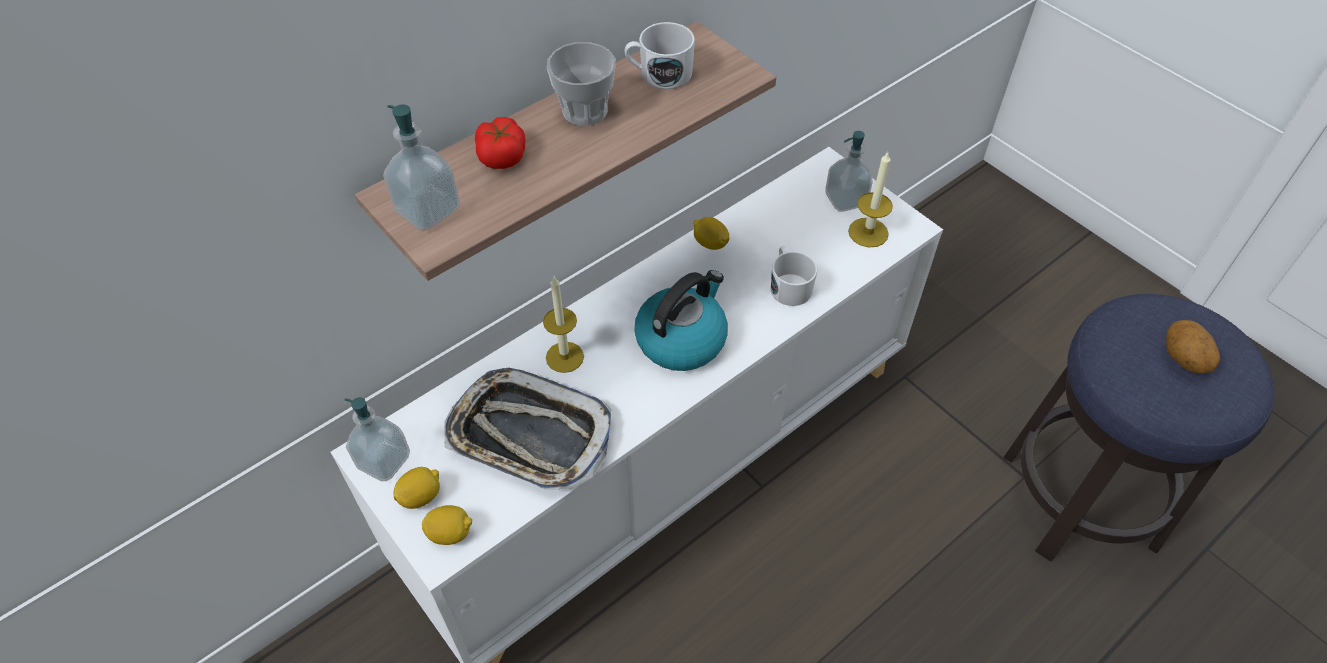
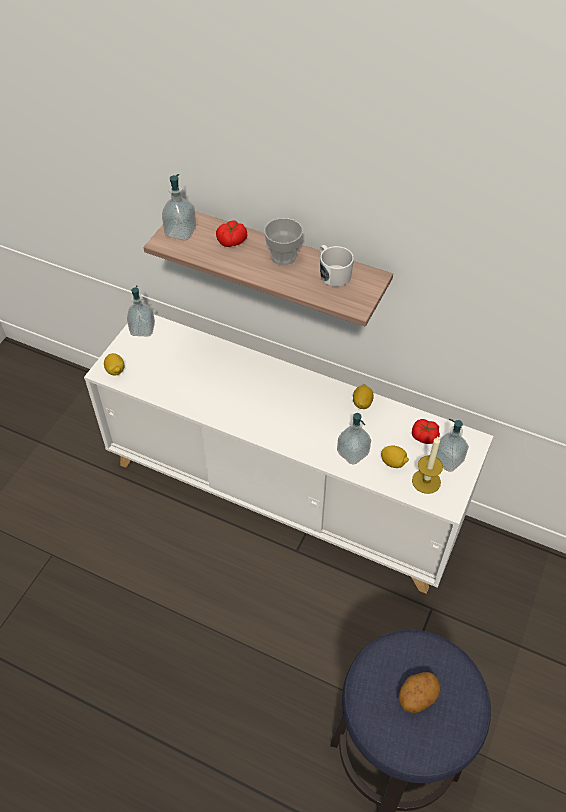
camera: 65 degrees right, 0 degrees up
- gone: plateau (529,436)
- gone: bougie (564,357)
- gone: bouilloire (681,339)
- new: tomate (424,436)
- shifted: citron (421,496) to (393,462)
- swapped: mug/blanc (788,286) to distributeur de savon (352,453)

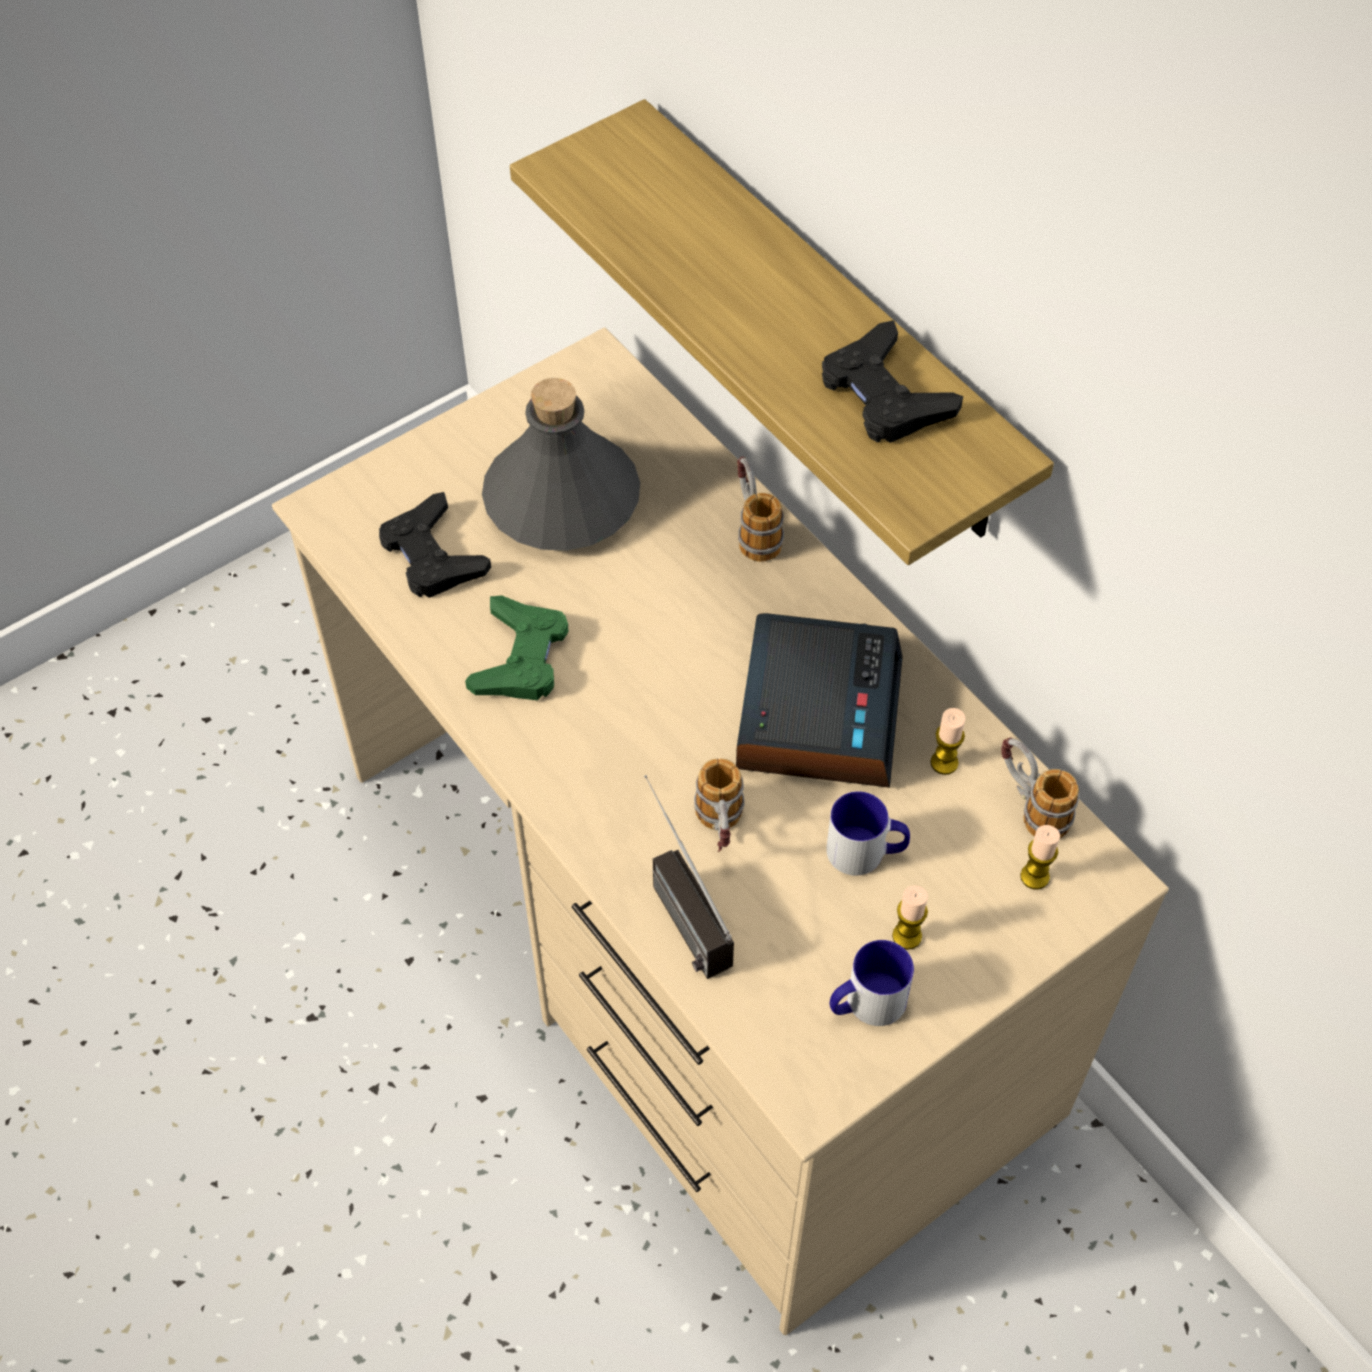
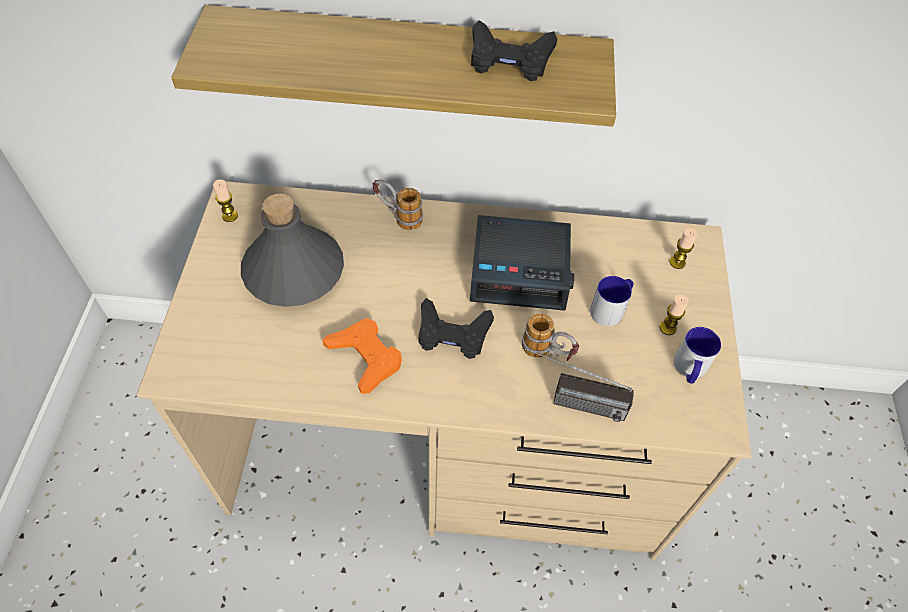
camera: 50 degrees left, 0 degrees up
- gone: mug (1029,806)
- shifted: manette/noir (432,555) to (452,333)
- shifted: bougie (944,762) to (230,216)
- repainted: manette/vert (520,657) to manette/orange (365,357)
- rotated: réveil (817,712) = (520,269) 135 degrees clockwise

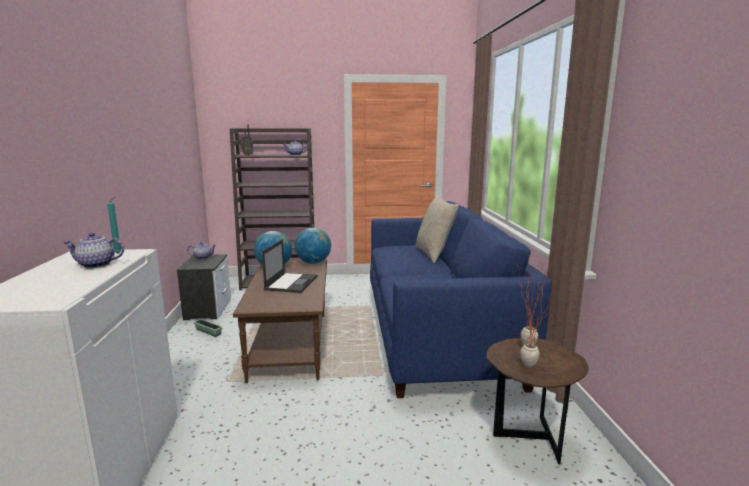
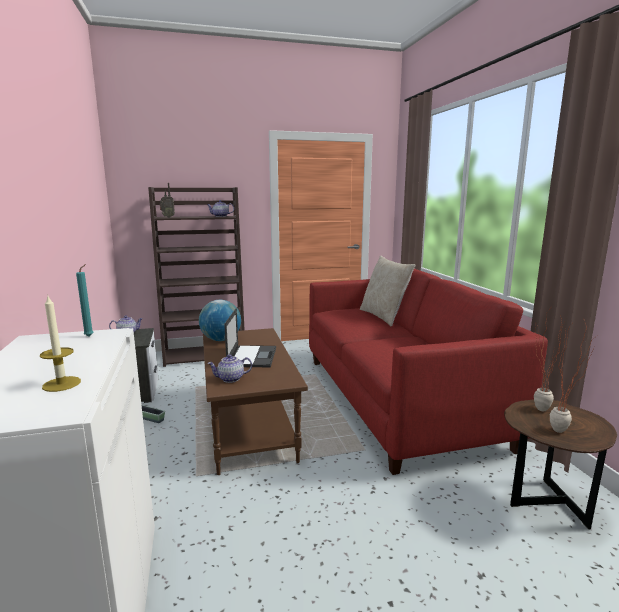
camera: 10 degrees left, 0 degrees up
- gone: globe (313,263)
- new: bougie (61,384)
- shifted: théière (96,265) to (230,379)
- repainted: canapé/bleu (436,333) to canapé/rouge (395,398)

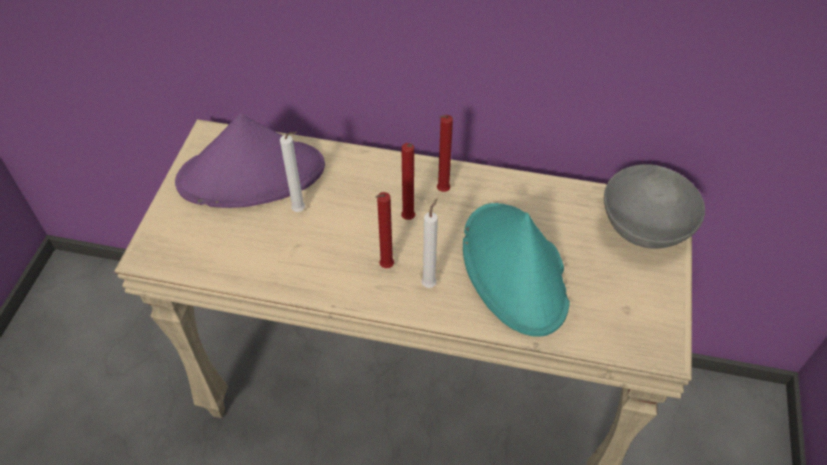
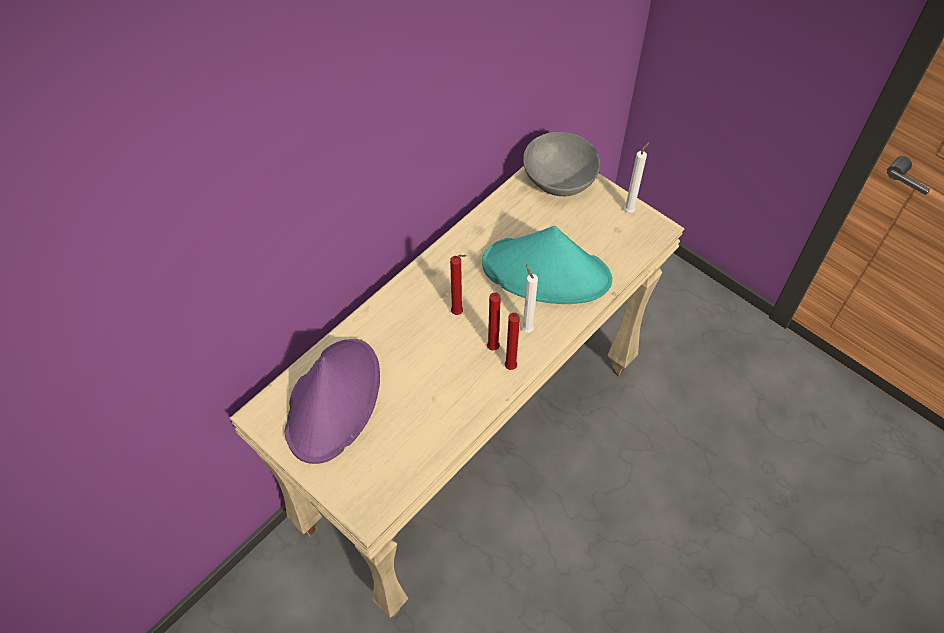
camera: 60 degrees left, 5 degrees up
- shifted: bougie/blanc (301,211) to (630,210)
- shifted: bougie/rouge (441,192) to (511,369)

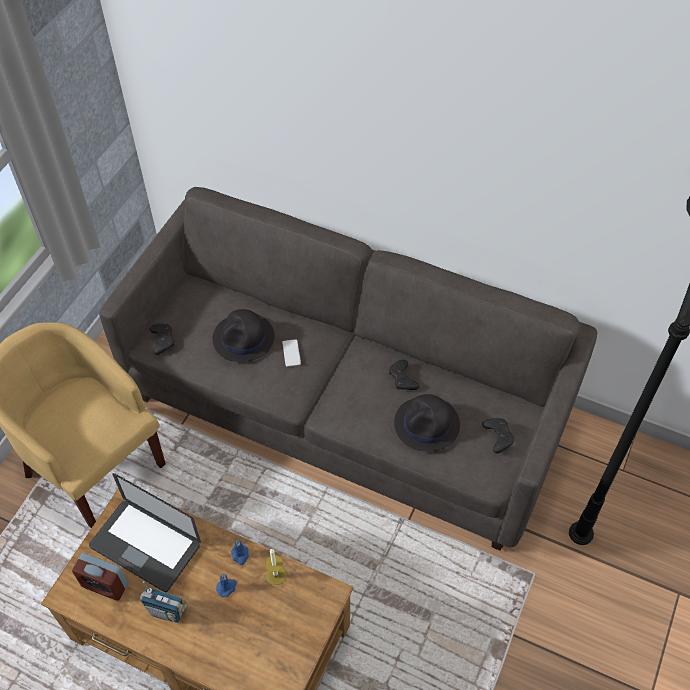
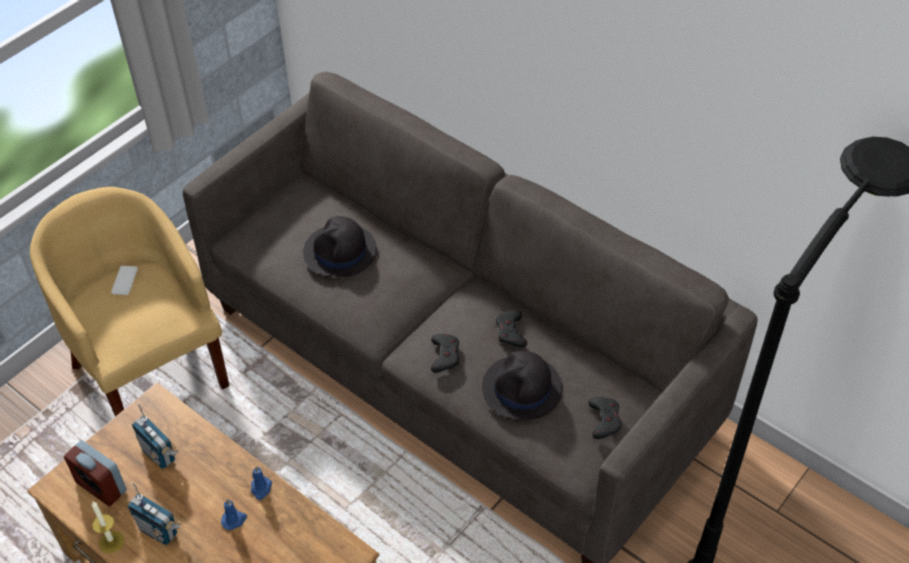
camera: 15 degrees right, 5 degrees down
- shifted: manette/noir (162,340) to (445,355)
- shifted: bougie (275,575) to (111,542)
- shifted: téléphone (291,353) to (124,281)
- swapped: ordinateur portable (145,545) to radio (159,454)

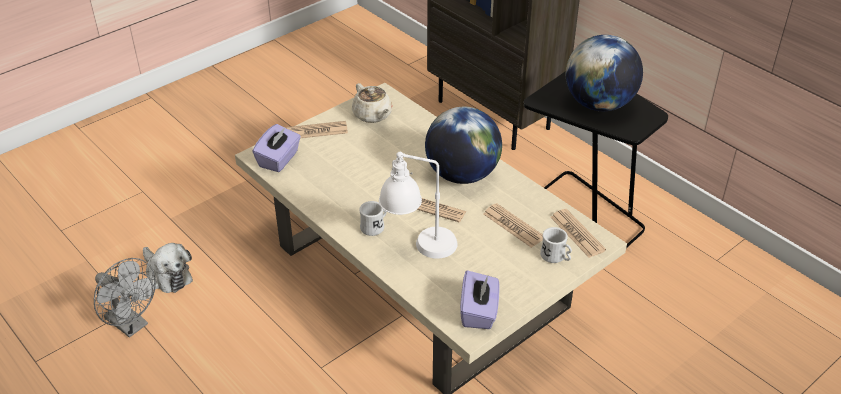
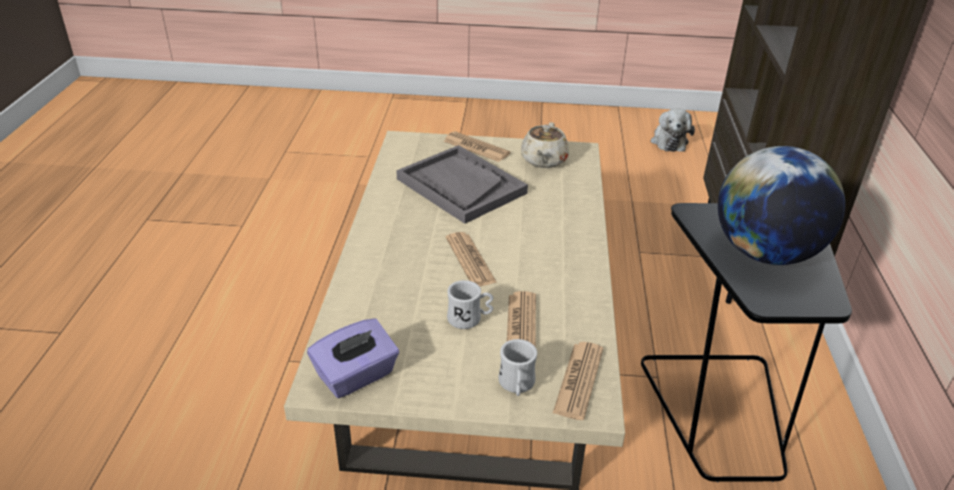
camera: 45 degrees right, 5 degrees down
- gone: ventilateur/gris (131,325)
- gone: boîte à mouchoirs/violet (279,159)
- gone: lampe de table/blanc (418,247)
- gone: globe (462,175)
- new: plateau/gris (460,186)
- shifted: peluche (167,275) to (669,141)
- shifted: mug/blanc (375,226) to (469,319)

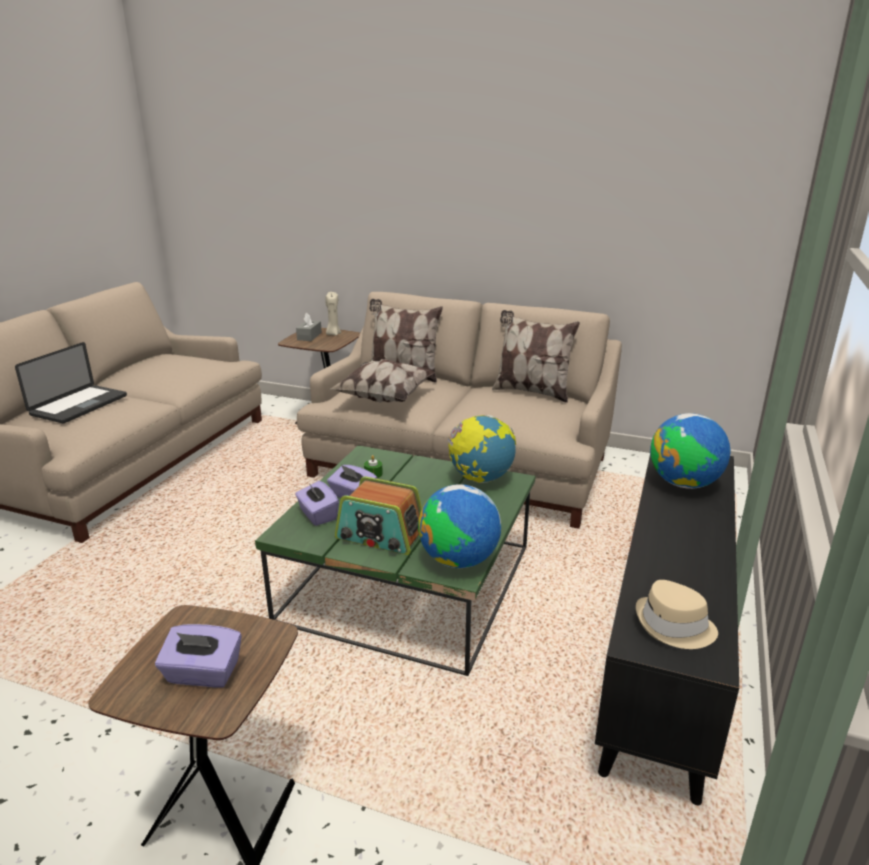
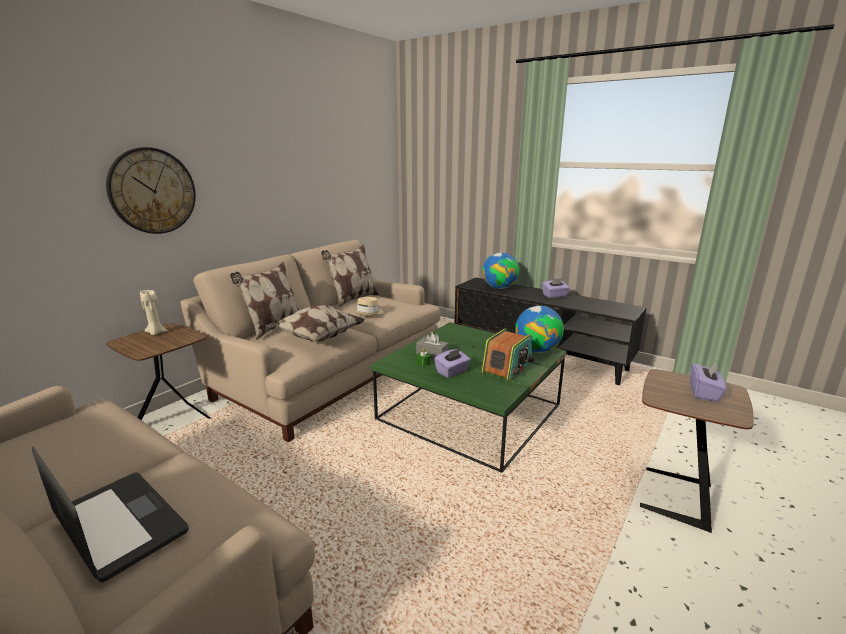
camera: 75 degrees left, 5 degrees down
- gone: globe (481,479)
- new: horloge murale (152,191)
- shifted: boîte à mouchoirs/violet (317,515) to (554,296)
- shifted: boîte à mouchoirs/gris (309,336) to (432,354)
- shifted: chapeau/beige (674,626) to (369,312)

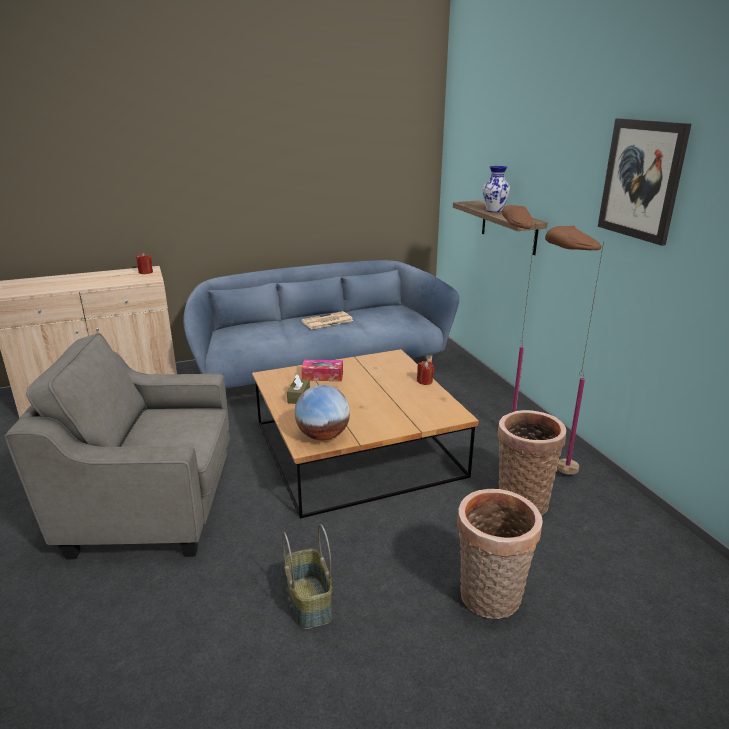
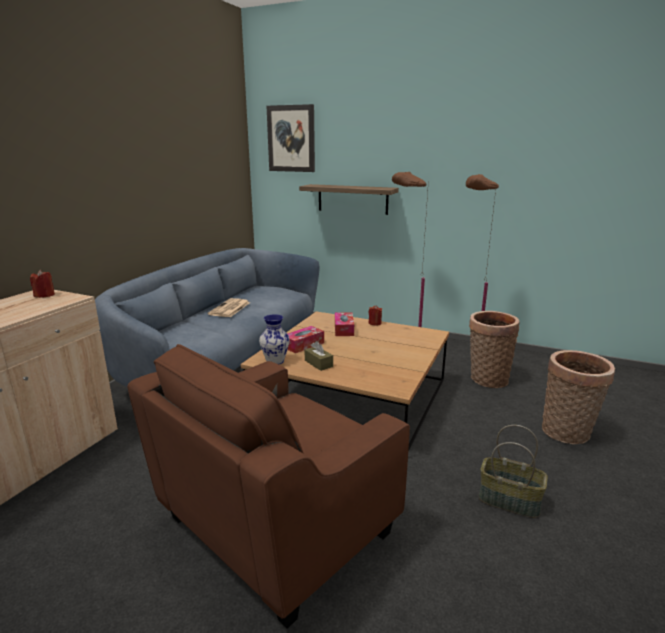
camera: 45 degrees left, 5 degrees down
- gone: globe (323,436)
- new: boîte à mouchoirs (344,329)
- shifted: vase (494,211) to (274,361)
- shifted: tableau (641,180) to (291,139)
- repainted: fauteuil/gris (152,504) to fauteuil/marron (276,526)

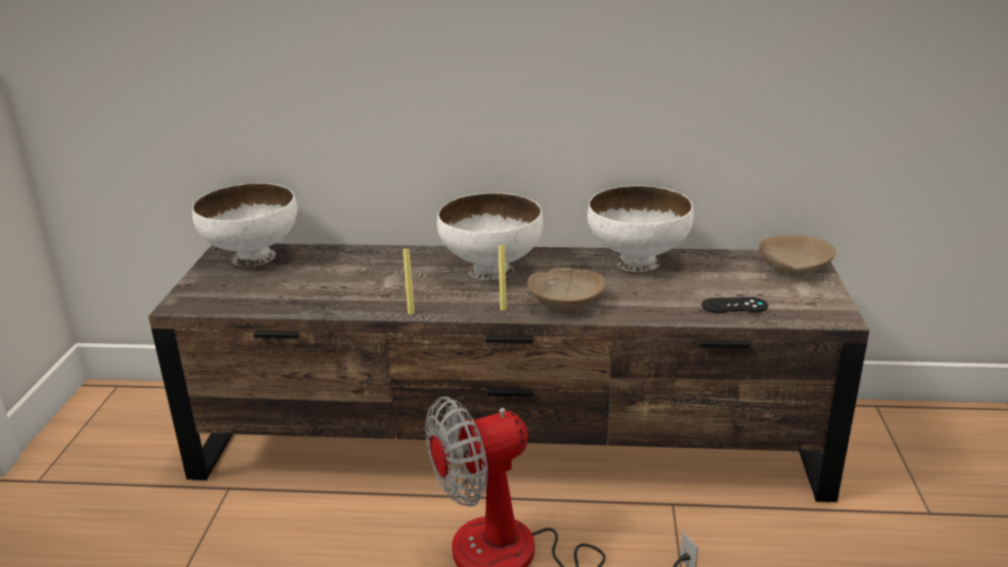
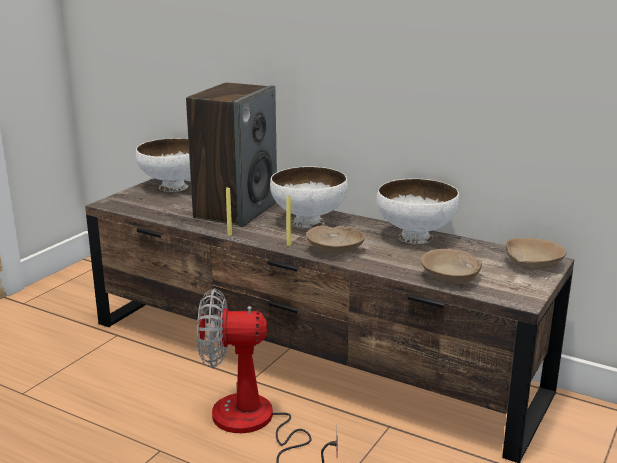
camera: 25 degrees right, 5 degrees down
- new: enceinte (236,210)
- swapped: manette/noir (734,306) to bol/beige (451,277)

